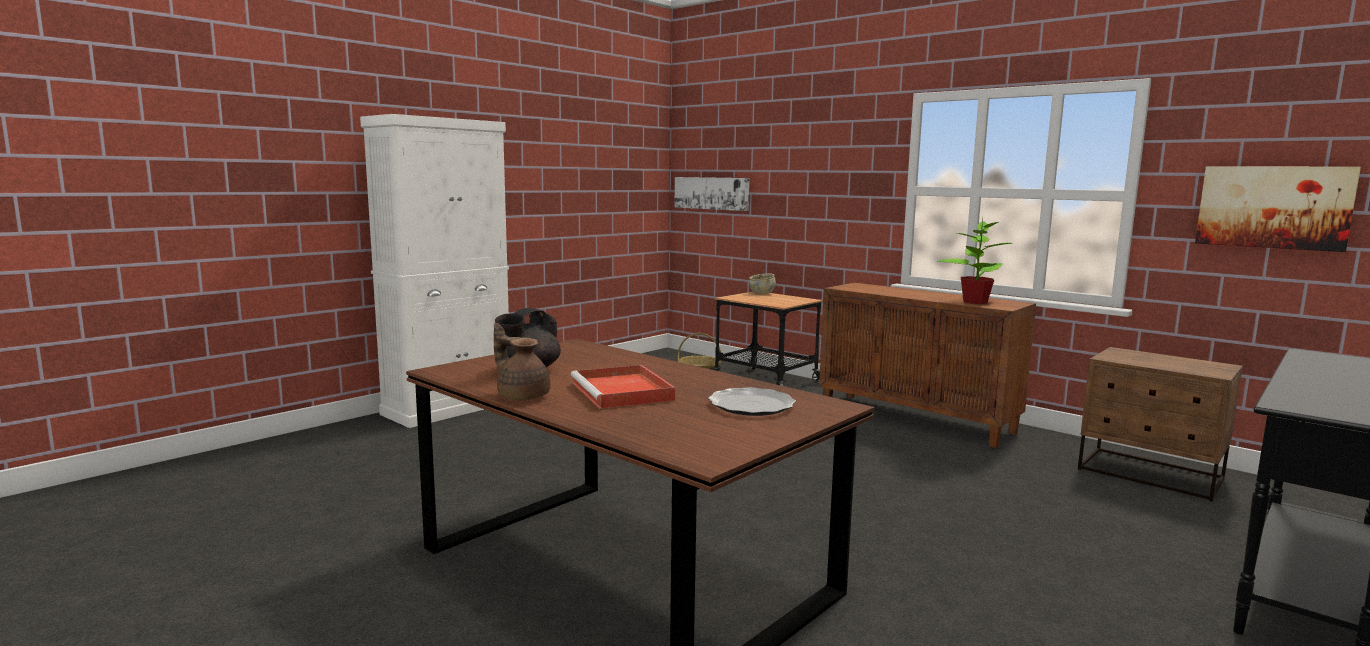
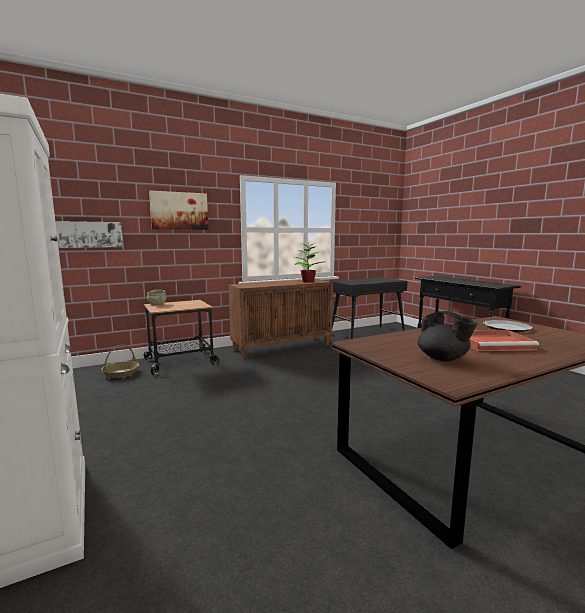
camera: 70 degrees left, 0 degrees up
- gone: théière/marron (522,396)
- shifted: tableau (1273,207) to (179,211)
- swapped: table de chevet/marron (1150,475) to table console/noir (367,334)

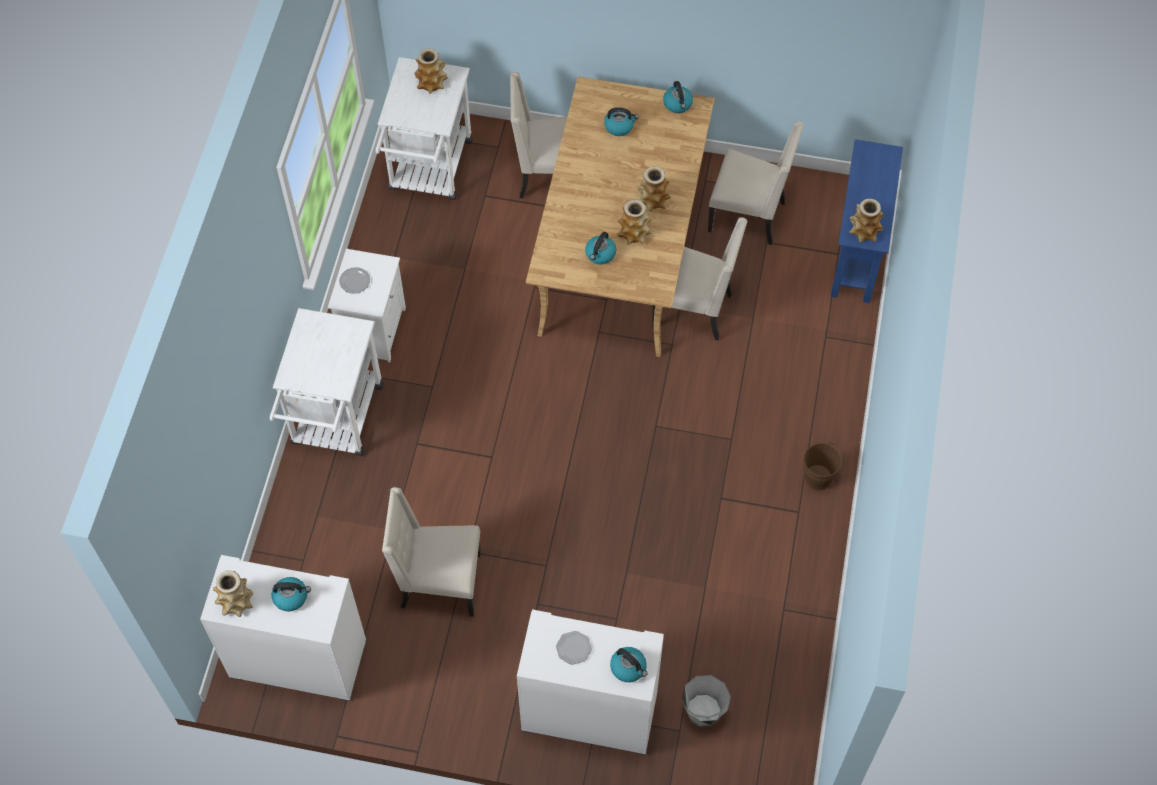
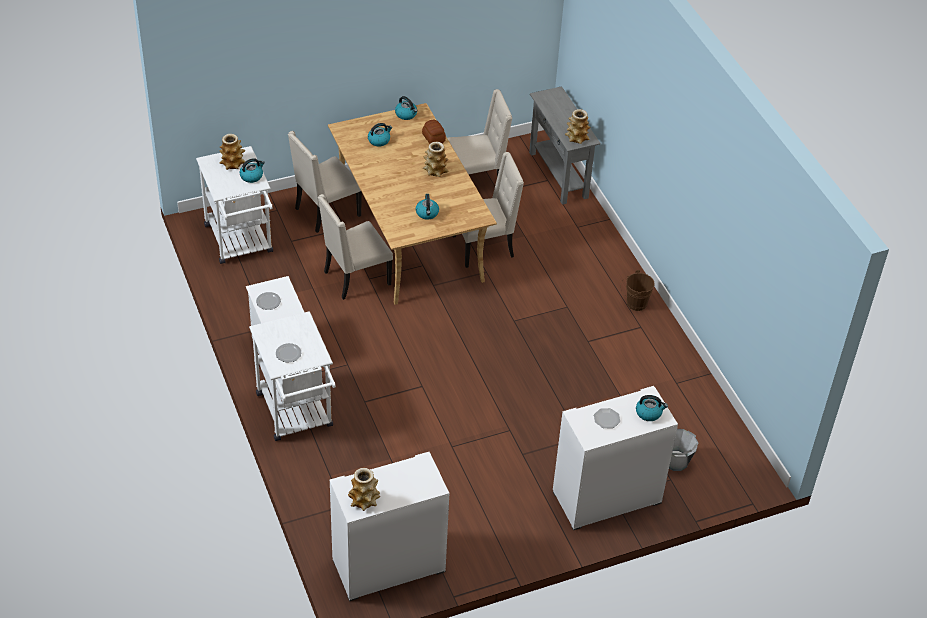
camera: 35 degrees left, 15 degrees down
- gone: vase (634,233)
- new: assiette (289,353)
- new: pain (433,138)
- shifted: bouilloire (291,597) to (252,176)
- shifted: chaise/beige (438,582) to (355,278)
- repainted: table console/bleu (856,253) to table console/gris (558,175)

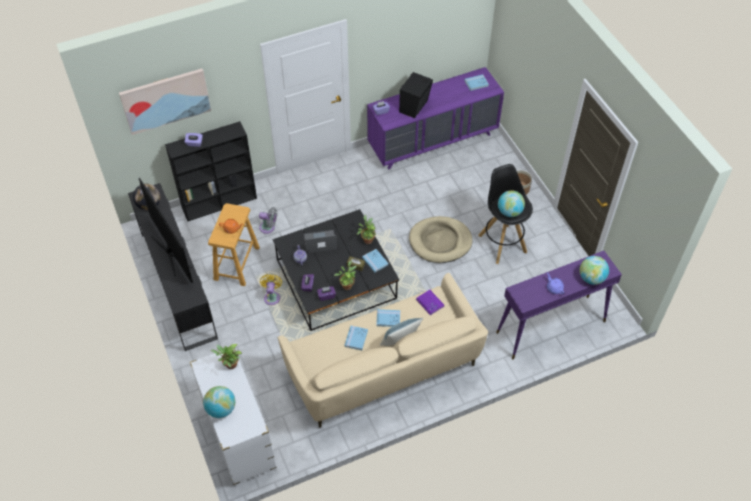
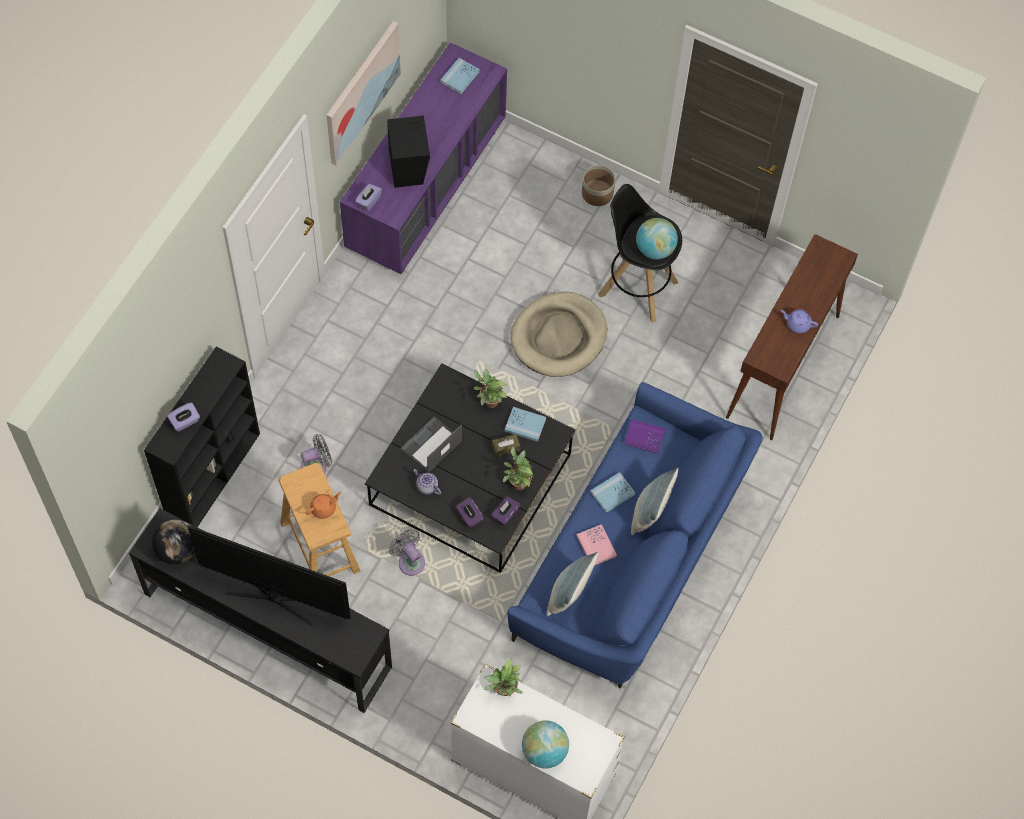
camera: 40 degrees left, 10 degrees up
- gone: globe (591,278)
- new: coussin (569,593)
- shifted: tableau (165,100) to (361,92)
- repainted: ventilateur/jaune (272,296) to ventilateur/gris (410,560)
- repainted: canapé/beige (383,368) to canapé/bleu (631,558)
- repainted: livre/bleu (356,338) to livre/rose (596,546)
- repainted: table console/violet (550,327) to table console/marron (782,367)

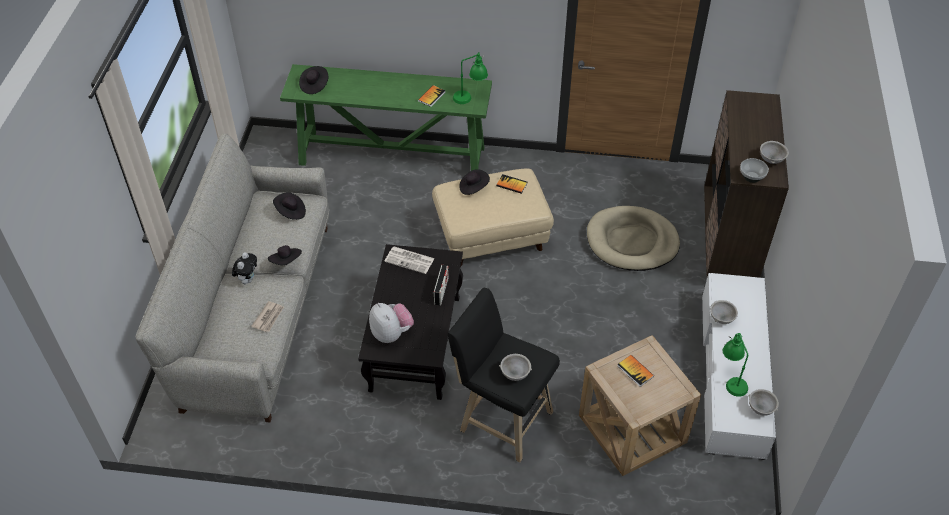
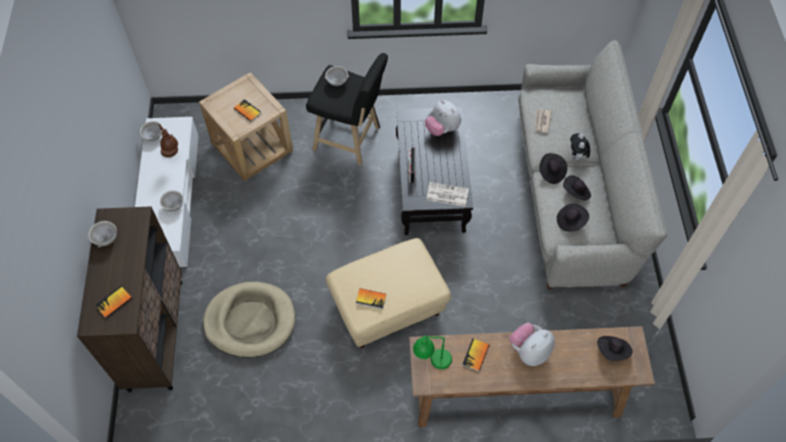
camera: 170 degrees right, 10 degrees up
- gone: bol (751,177)
- new: livre (114,302)
- new: peluche (529,351)
- shifted: chapeau/noir (473,187) to (576,193)
- repainted: table console/vert (393,156) to table console/marron (515,396)
- repainted: lampe de table/vert (731,379) to lampe de table/marron (172,155)

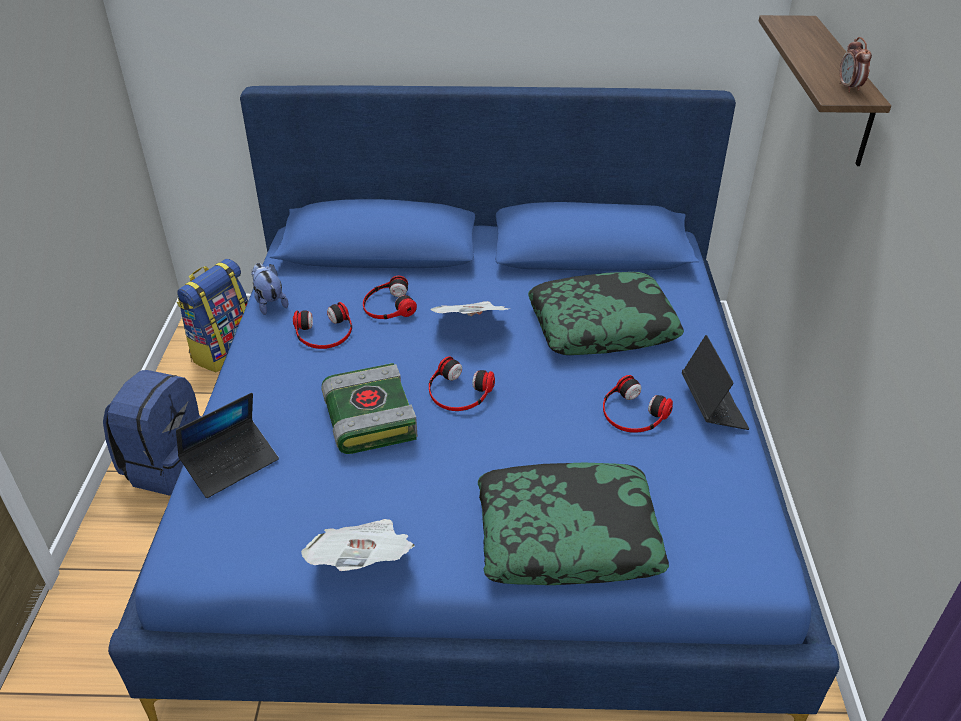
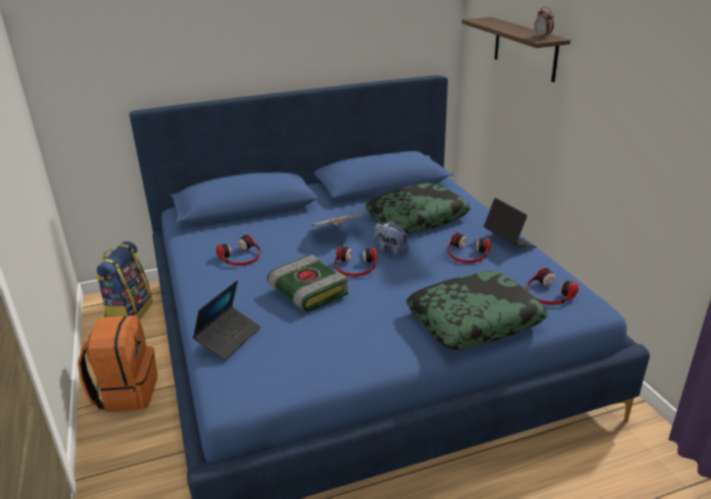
camera: 20 degrees left, 10 degrees down
- gone: journal (363,562)
- shifted: peluche (269,303) to (390,250)
- shifted: casque audio (388,306) to (548,293)
- repainted: sac à dos/bleu (167,466) to sac à dos/orange (126,392)

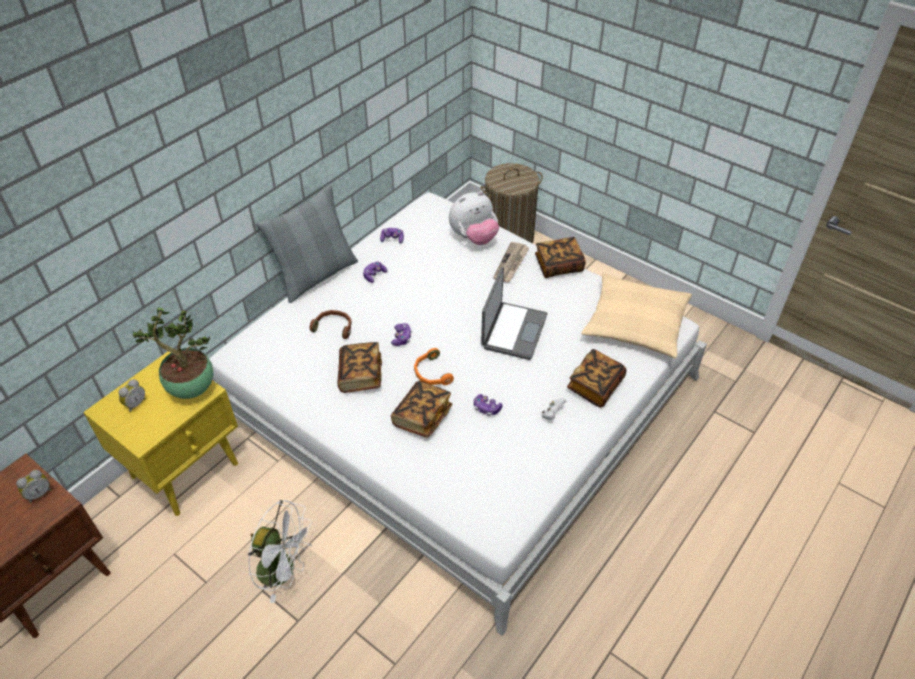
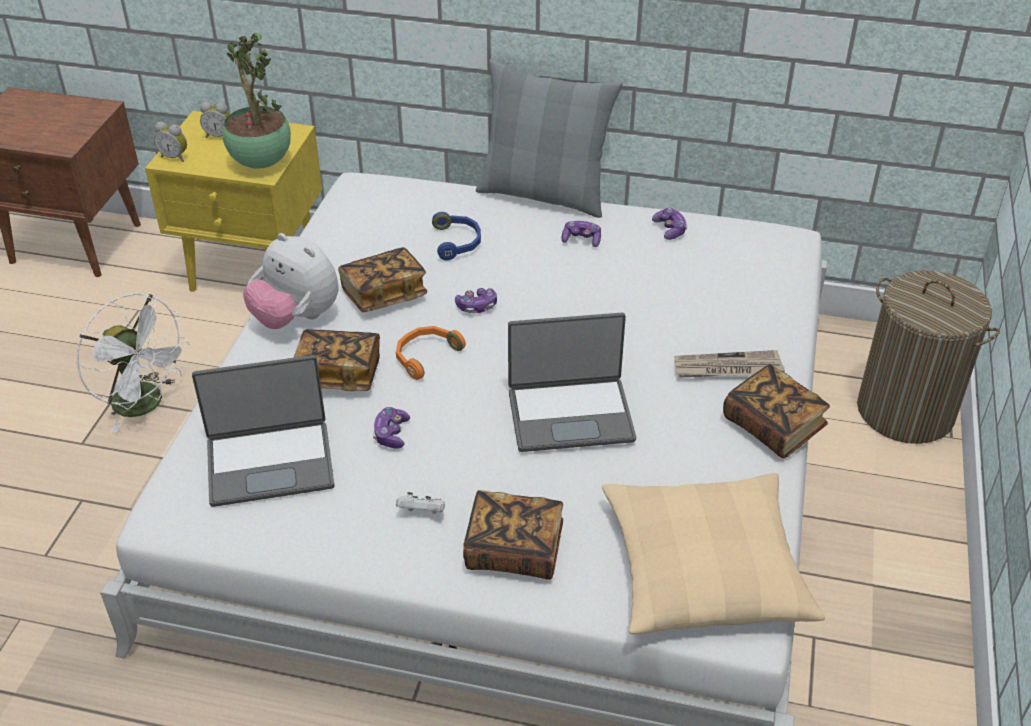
camera: 65 degrees right, 5 degrees down
- new: ordinateur portable (270,462)
- shifted: réveil (39,494) to (175,157)
- shifted: peluche (474,238) to (296,317)
- repainted: casque audio/marron (334,327) to casque audio/bleu (458,242)
- rotated: ventilateur/blanc (284,570) = (146,405) 45 degrees counterclockwise

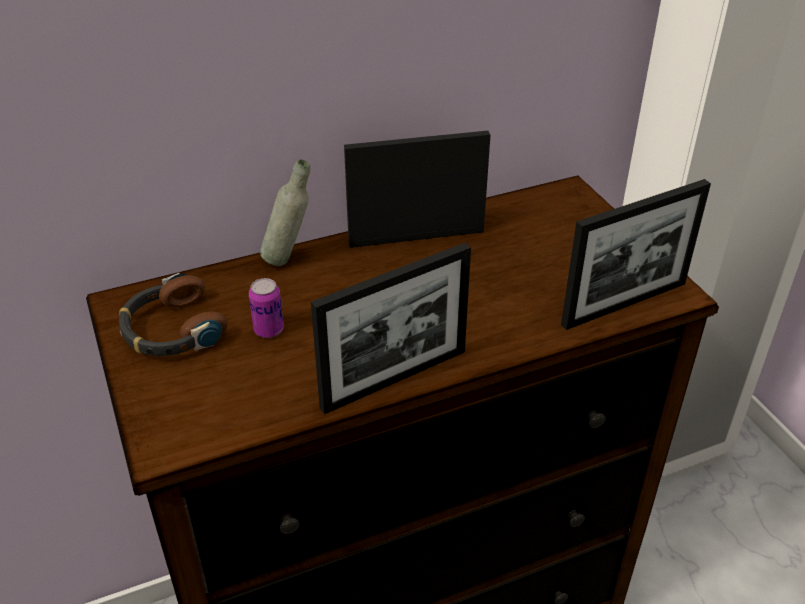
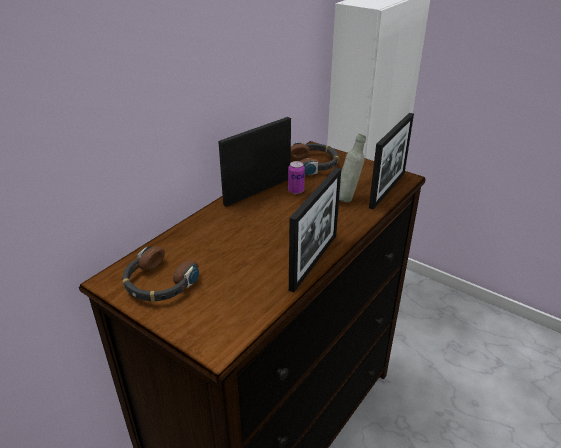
camera: 30 degrees left, 5 degrees down
- new: casque audio (314,164)
- shifted: boîte métallique (269,330) to (296,190)
- shifted: bouteille/gris (289,259) to (348,198)

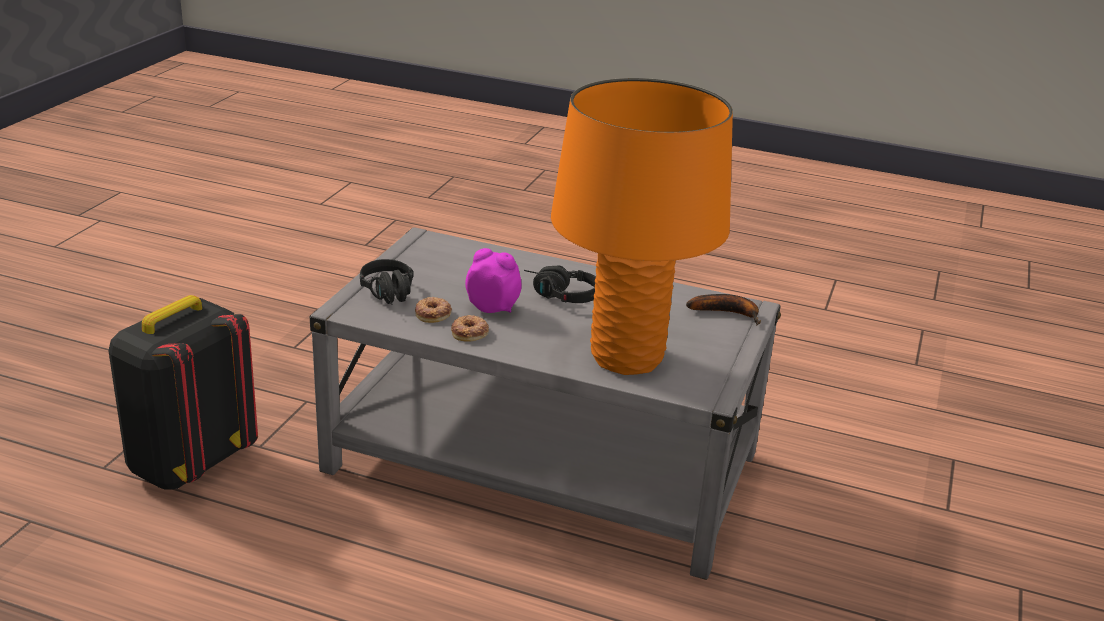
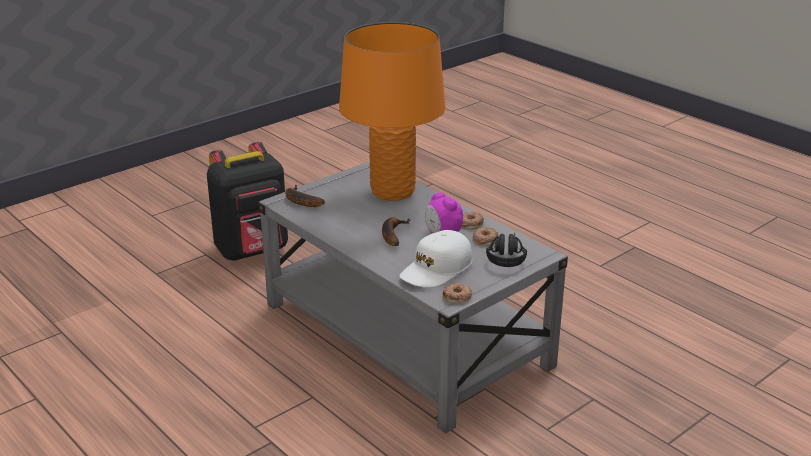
camera: 150 degrees left, 0 degrees up
- new: casquette/blanc (436,269)
- new: beignet (457,296)
- shifted: sac à dos/noir (188,463) to (253,251)
- swapped: casque audio/noir (558,295) to banane (392,234)

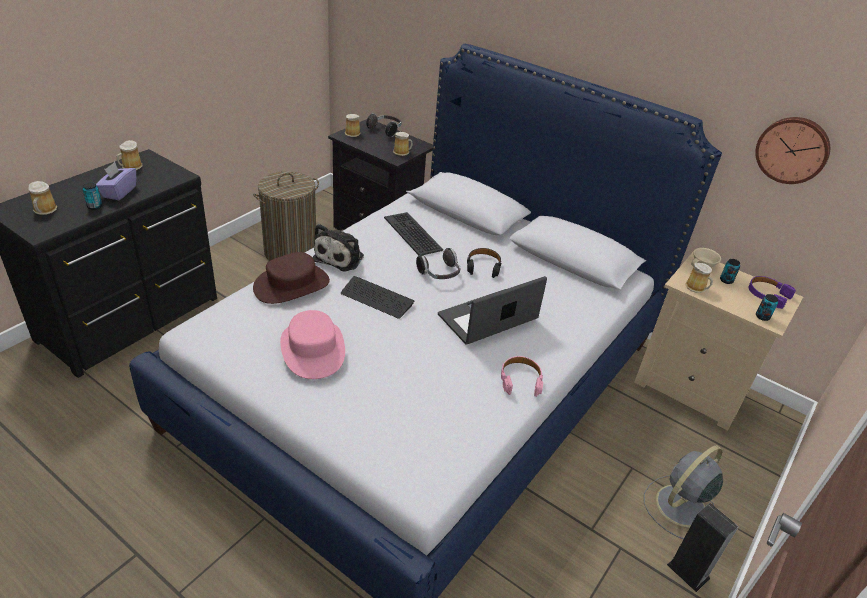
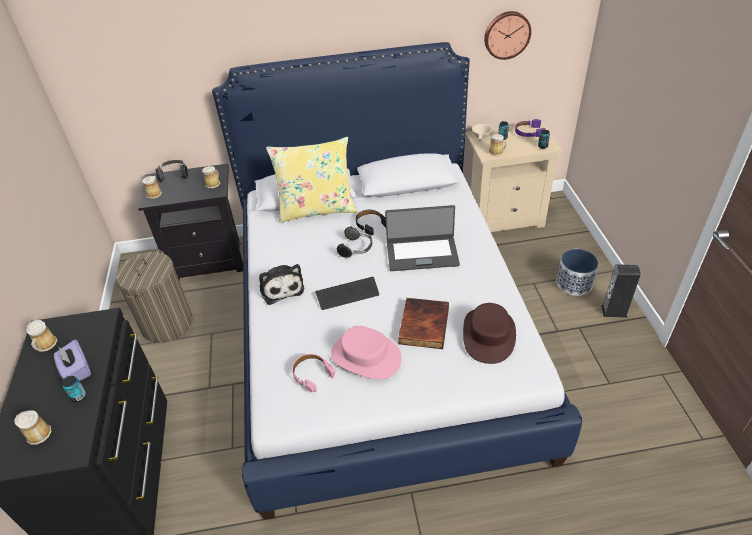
camera: 40 degrees left, 5 degrees up
- gone: clavier (413,234)
- new: coussin/jaune (316,209)
- new: livre (422,325)
- shifted: chapeau/marron (291,285) to (488,335)
- shifted: casque audio/rose (520,380) to (312,374)
- swapped: ventilateur/gris (679,507) to cache-pot (574,284)
- rotated: ordinateur portable (488,318) = (422,253) 105 degrees counterclockwise

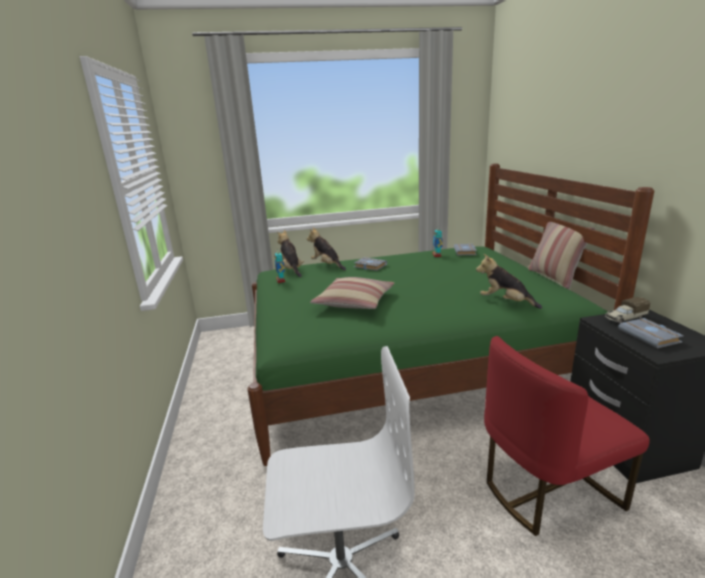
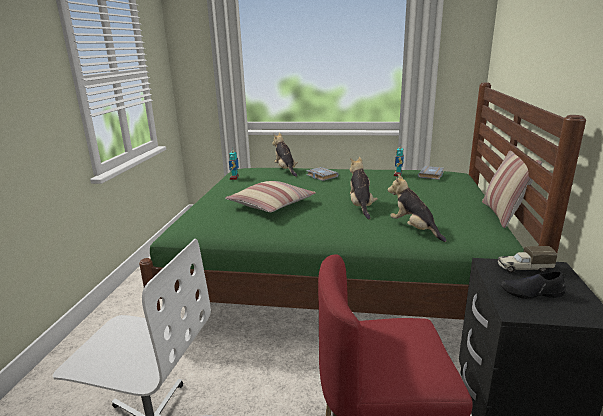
camera: 20 degrees right, 0 degrees up
- shifted: peluche (292,270) to (361,207)
- swapped: livre/gris (651,336) to chaussure/noir (531,292)

